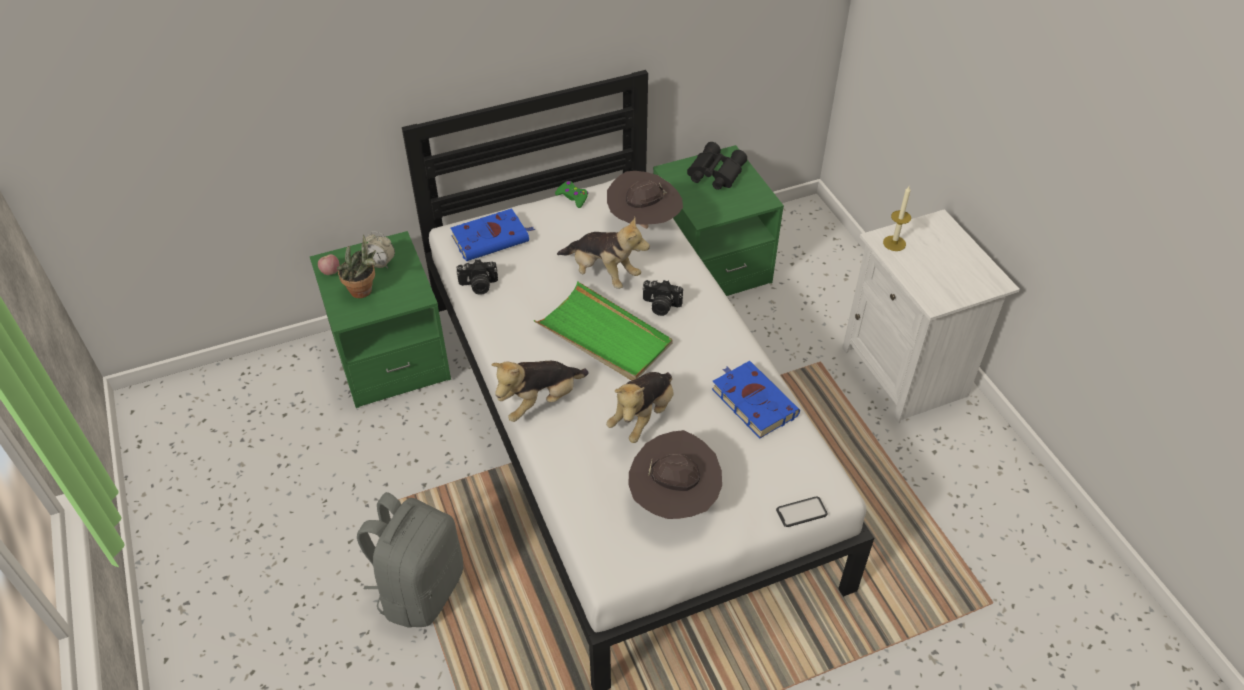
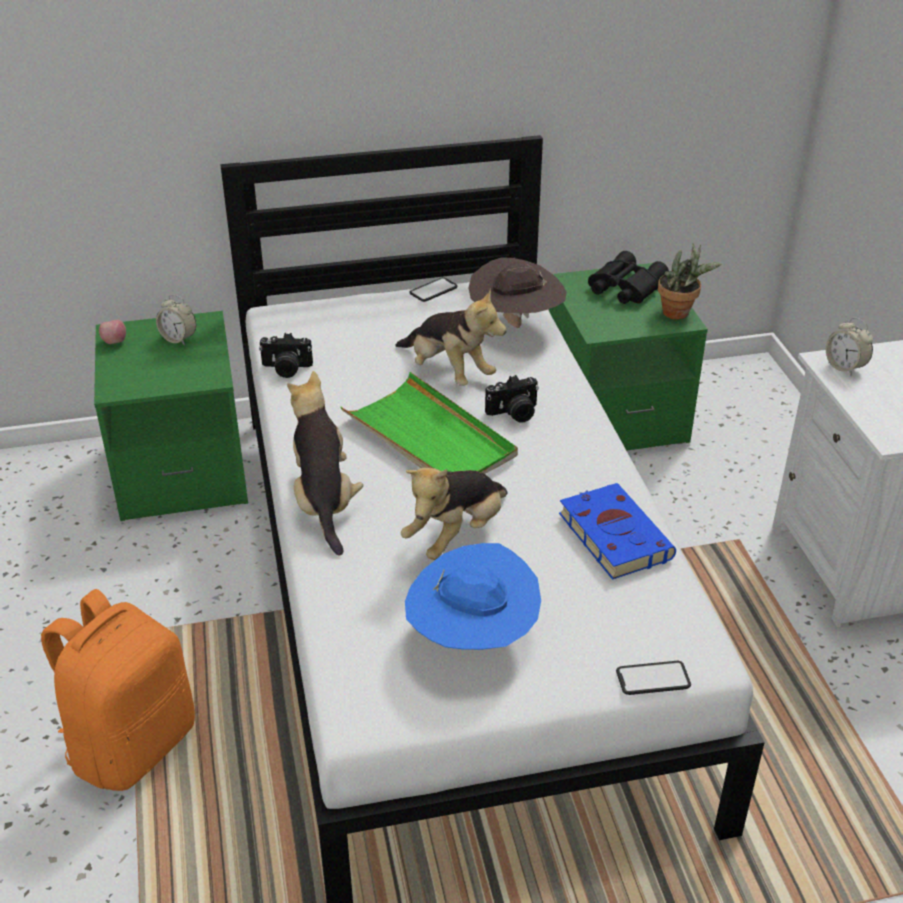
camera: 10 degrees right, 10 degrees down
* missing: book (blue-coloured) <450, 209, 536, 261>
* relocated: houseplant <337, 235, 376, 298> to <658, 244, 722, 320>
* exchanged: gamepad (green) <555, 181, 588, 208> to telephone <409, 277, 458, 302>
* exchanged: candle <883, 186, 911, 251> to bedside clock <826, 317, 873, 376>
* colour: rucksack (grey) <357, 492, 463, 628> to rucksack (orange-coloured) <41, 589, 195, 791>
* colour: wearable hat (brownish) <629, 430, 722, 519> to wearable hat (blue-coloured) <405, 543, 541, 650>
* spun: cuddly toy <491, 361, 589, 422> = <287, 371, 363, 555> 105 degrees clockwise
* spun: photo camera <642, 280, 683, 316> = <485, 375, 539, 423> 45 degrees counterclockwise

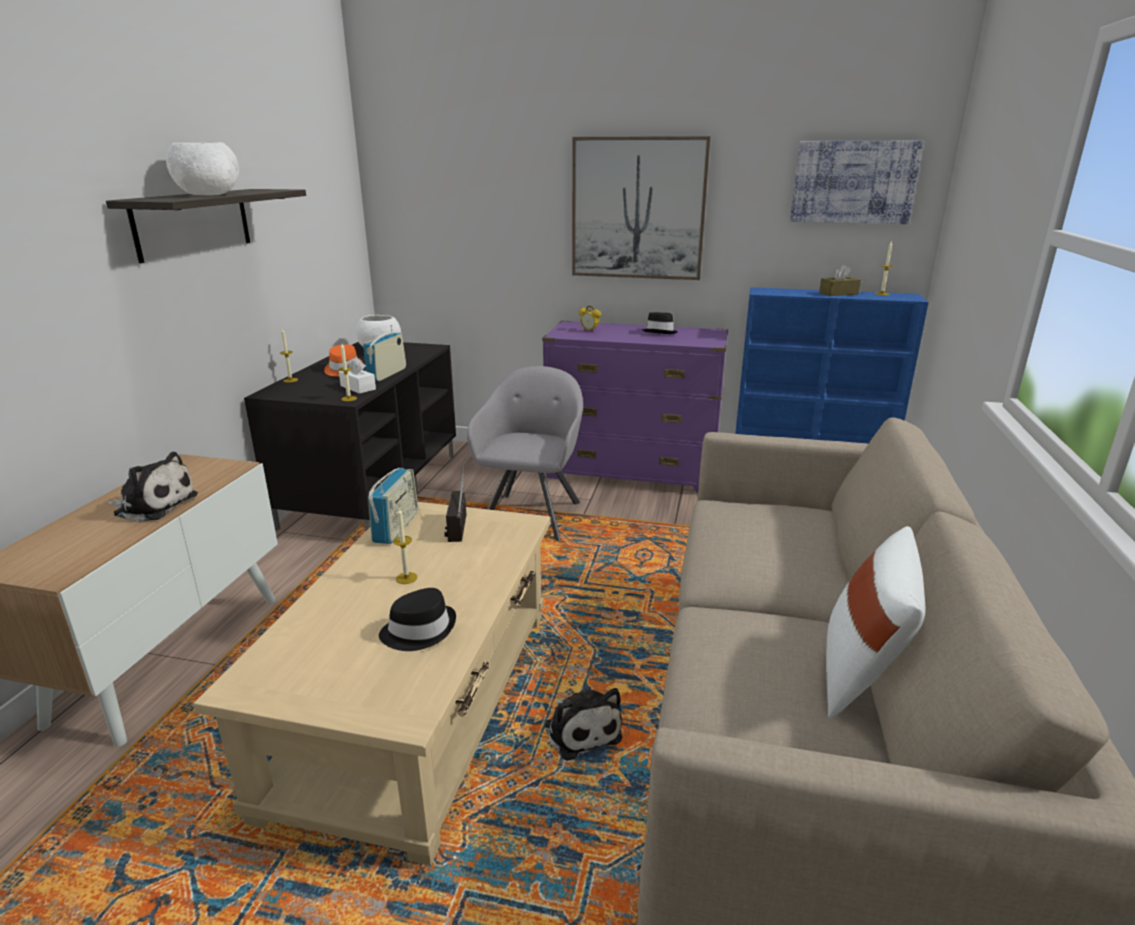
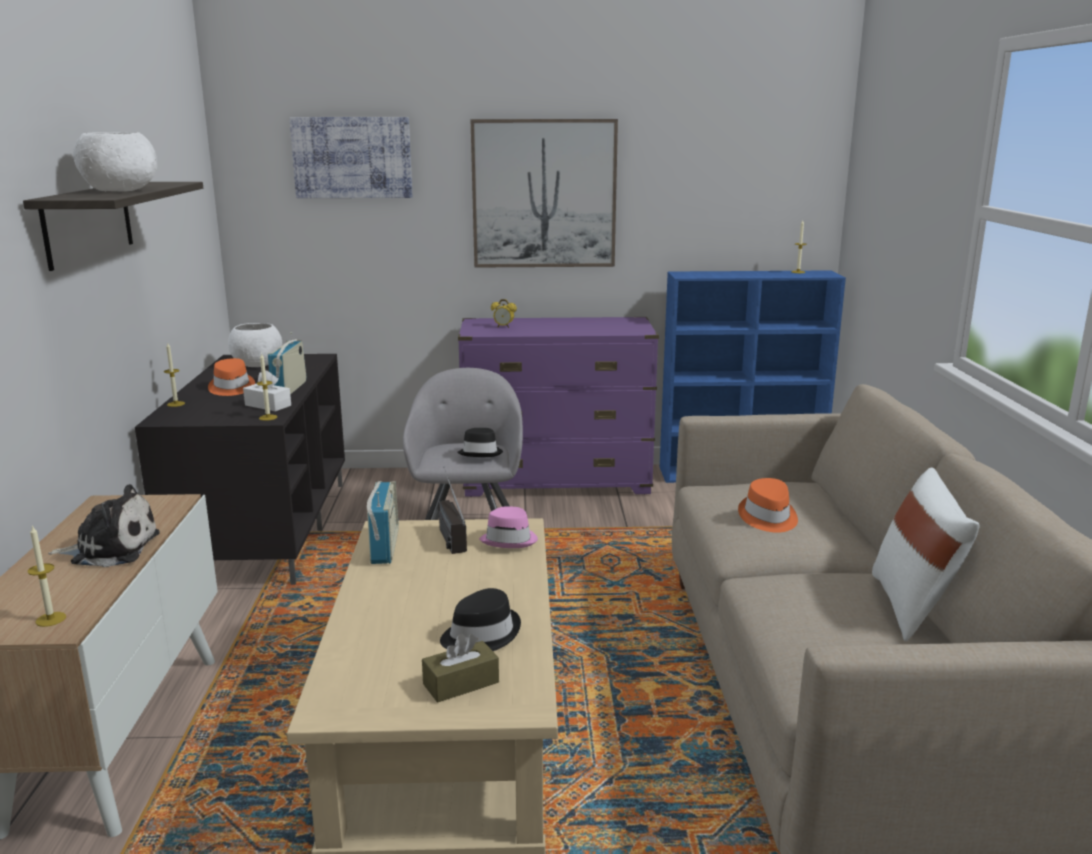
camera: 15 degrees left, 5 degrees down
* missing: cuddly toy <544, 688, 622, 761>
* appeared: wearable hat (pinkish) <479, 506, 538, 548>
* appeared: wearable hat (orange-coloured) <738, 478, 798, 533>
* relocated: candle <393, 508, 417, 584> to <28, 525, 66, 627>
* relocated: wearable hat (blackish) <642, 312, 678, 334> to <457, 428, 503, 457>
* relocated: wall art <790, 141, 924, 224> to <289, 117, 412, 198>
* relocated: tissue box (brownish) <819, 264, 861, 296> to <422, 634, 499, 703>

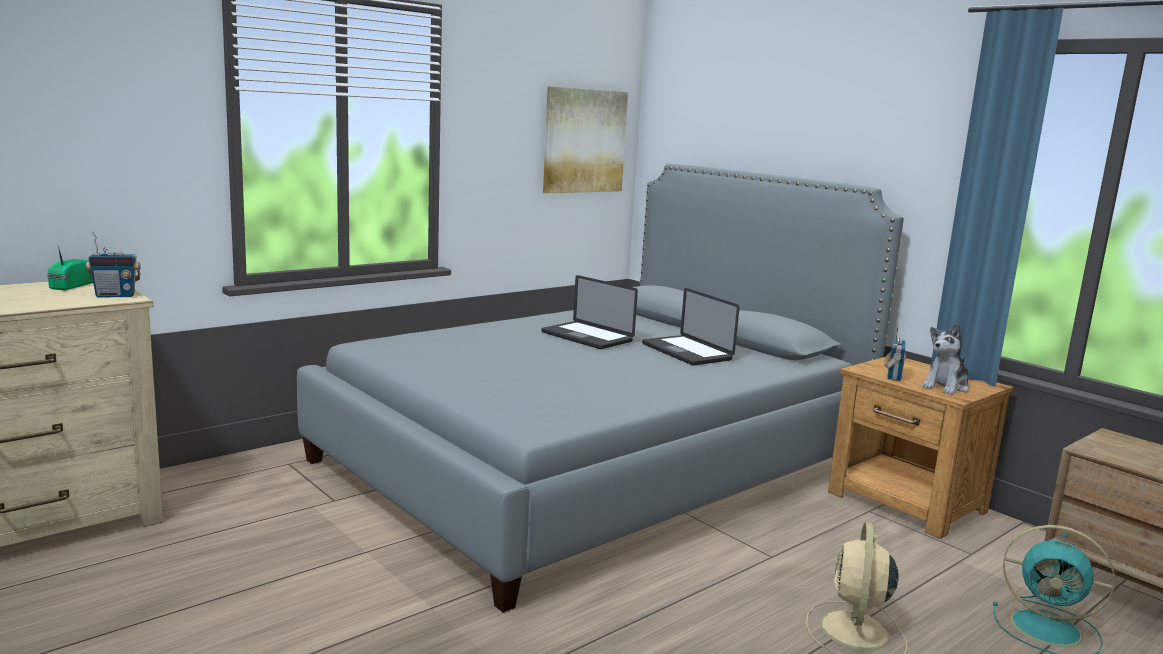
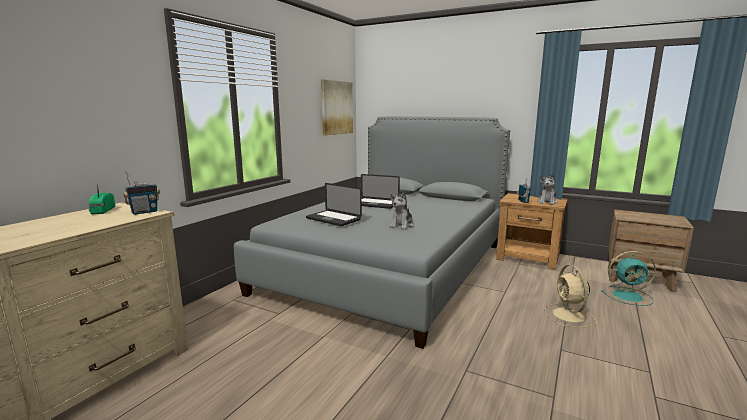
camera: 20 degrees left, 0 degrees up
* appeared: cuddly toy <390, 191, 414, 230>
* relocated: laptop <642, 288, 739, 365> to <306, 183, 362, 226>

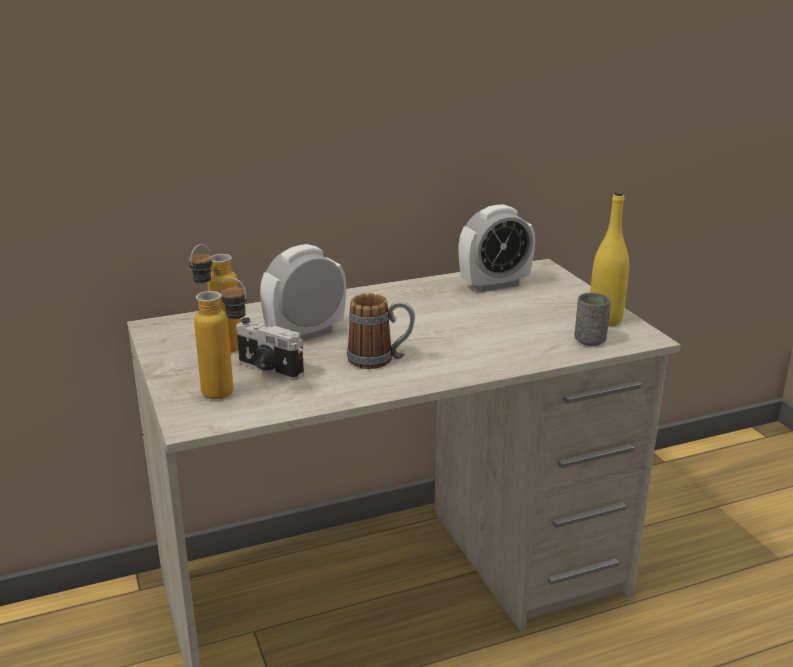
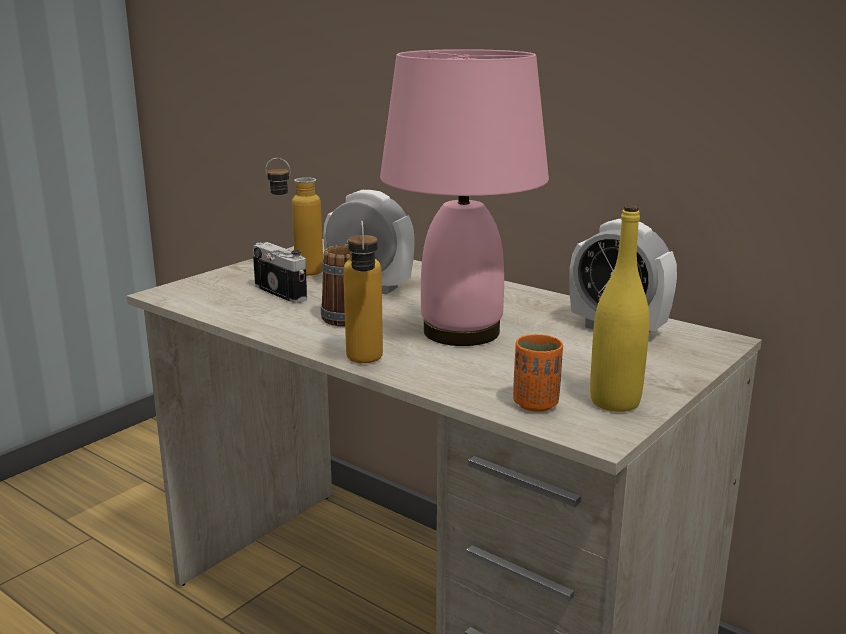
camera: 60 degrees right, 5 degrees down
* appeared: tabletop lamp (pinkish) <380, 49, 549, 346>
* relocated: beverage bottle <194, 277, 247, 399> to <343, 221, 383, 363>
* colour: cup (grey) <574, 293, 611, 346> to cup (orange-coloured) <513, 334, 563, 412>
* spun: photo camera <236, 317, 304, 380> = <253, 242, 307, 303> 135 degrees clockwise

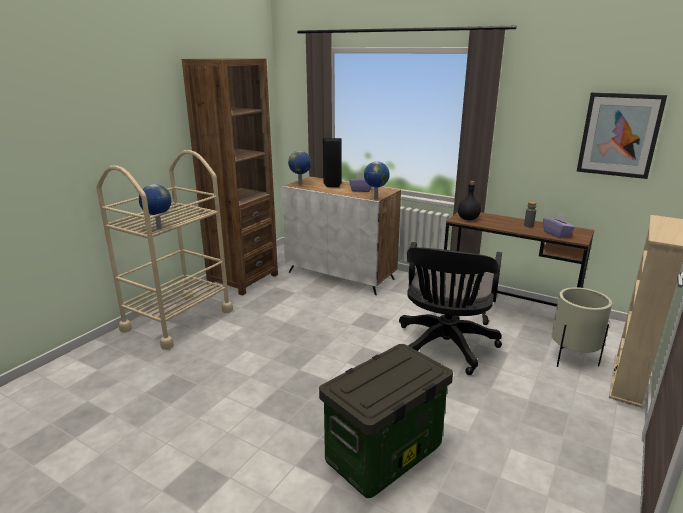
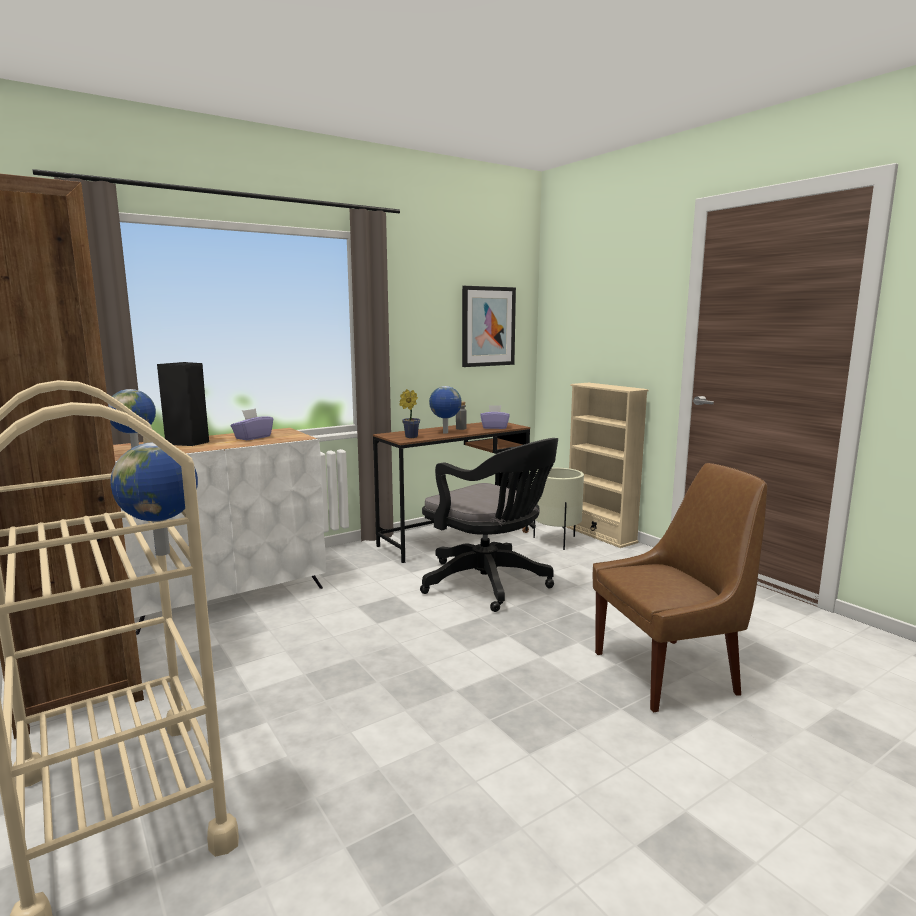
camera: 65 degrees left, 10 degrees down
* relocated: desk globe <364, 161, 390, 199> to <429, 386, 462, 434>
* exchanged: storage container <319, 344, 453, 498> to chair (brownish) <593, 463, 767, 713>
* exchanged: beverage bottle (blackish) <458, 181, 481, 220> to houseplant <399, 389, 420, 438>

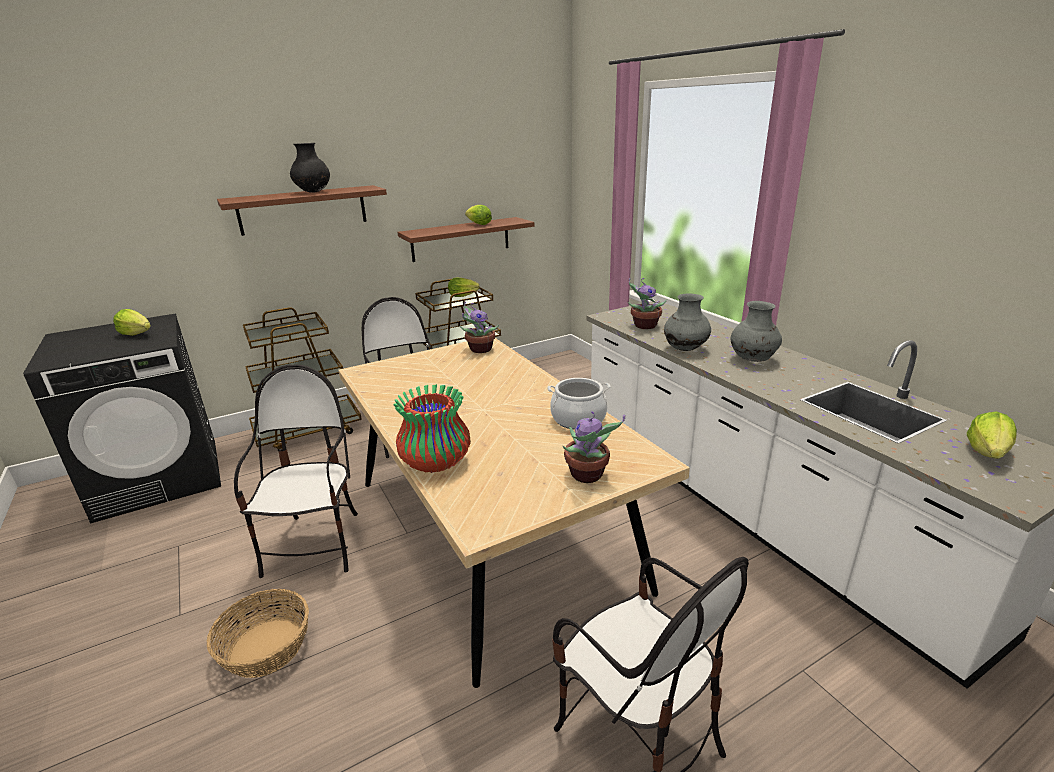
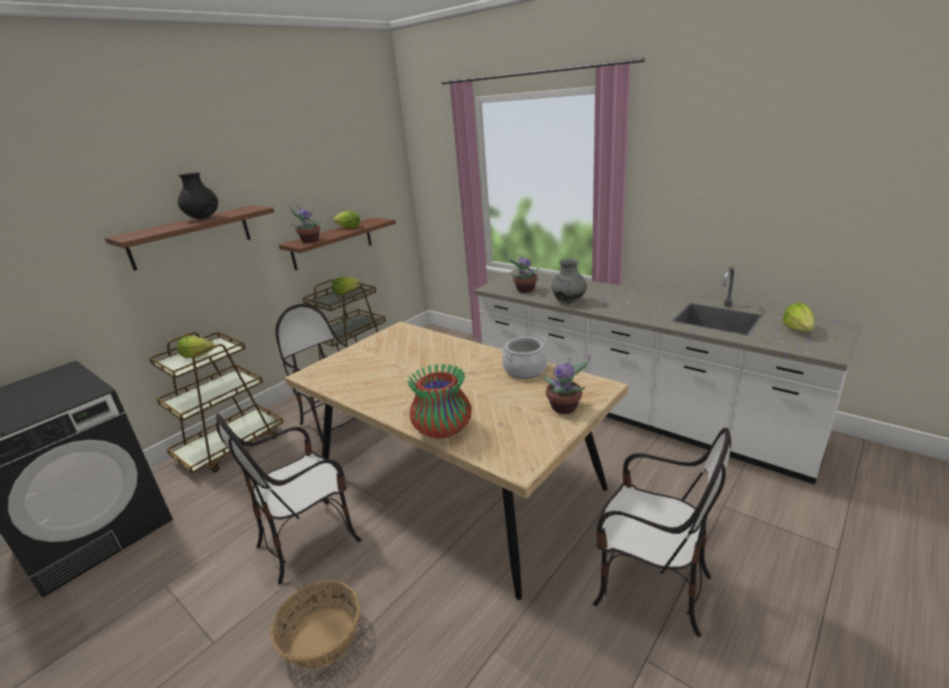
camera: 20 degrees left, 0 degrees up
* missing: flower vase (grey) <731, 301, 782, 362>
* relocated: lettuce head <113, 309, 151, 336> to <177, 336, 215, 358>
* relocated: houseplant <459, 302, 500, 353> to <290, 204, 322, 243>
* spun: chair <234, 364, 358, 578> = <216, 414, 362, 584> 105 degrees counterclockwise

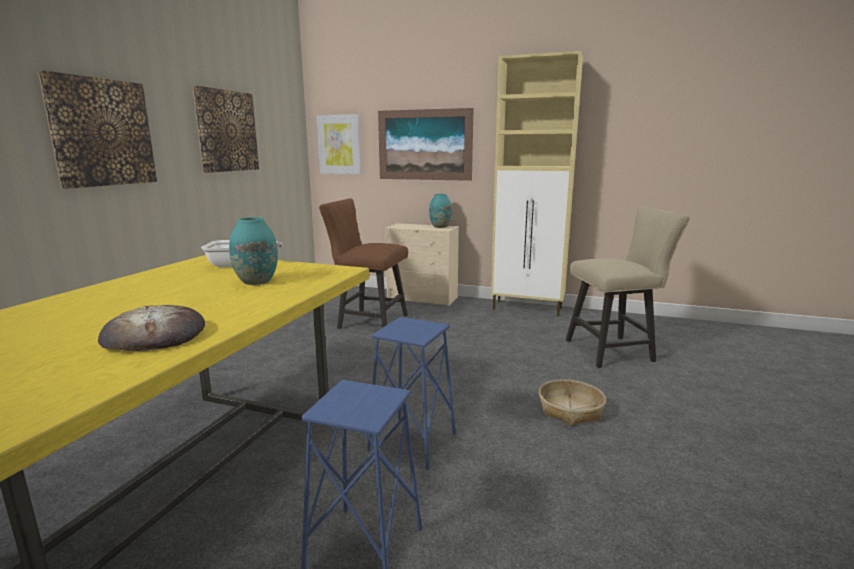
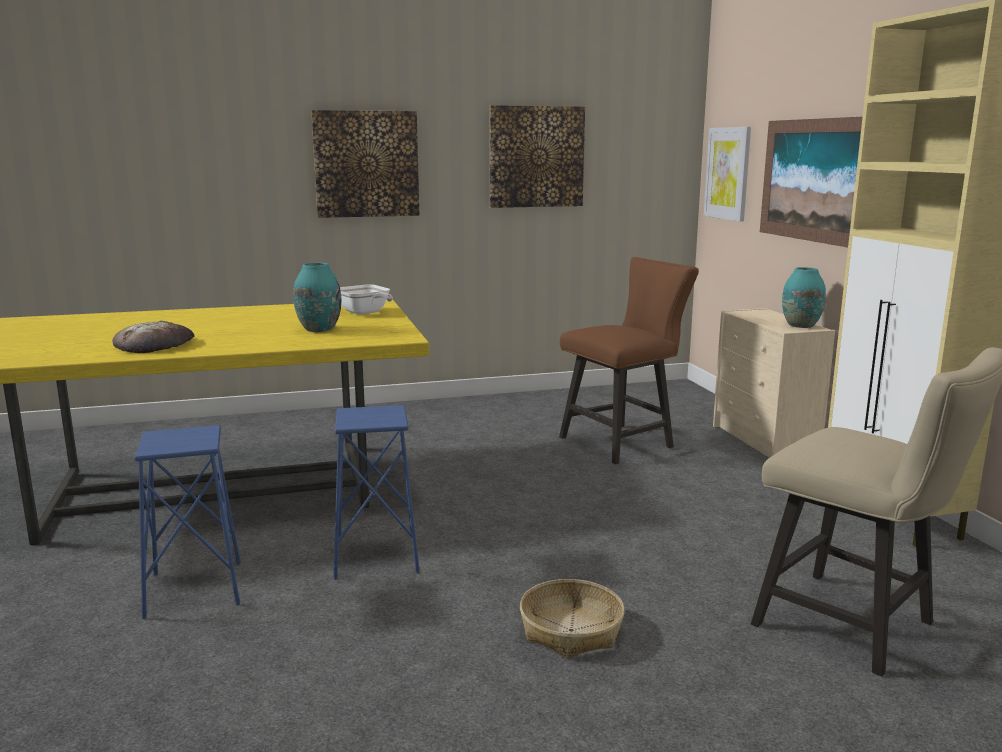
camera: 55 degrees right, 0 degrees up
* spun: chair (brownish) <319, 198, 408, 329> = <559, 257, 699, 464> 75 degrees clockwise

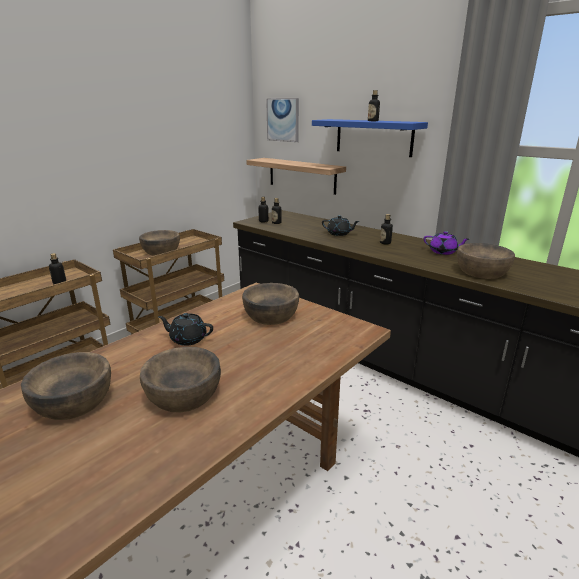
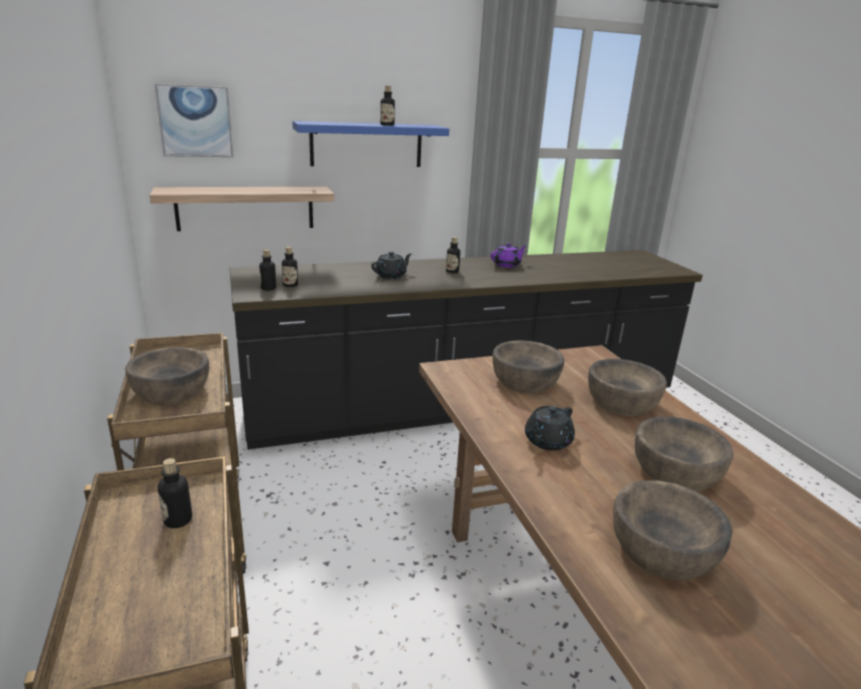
camera: 60 degrees left, 0 degrees up
* relocated: deep dish (brownish) <457, 243, 515, 279> to <588, 359, 667, 416>

